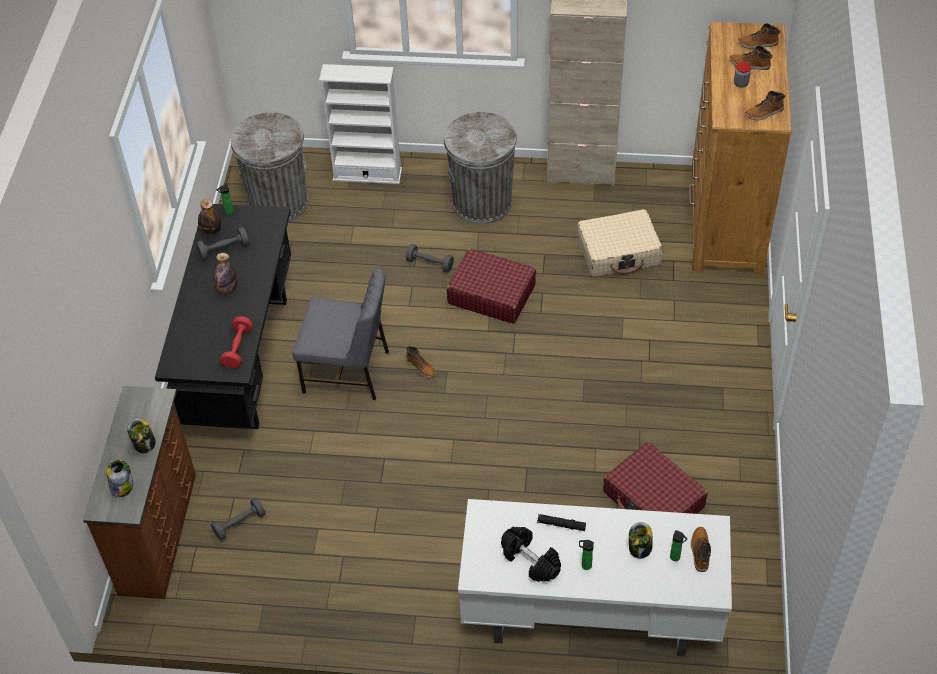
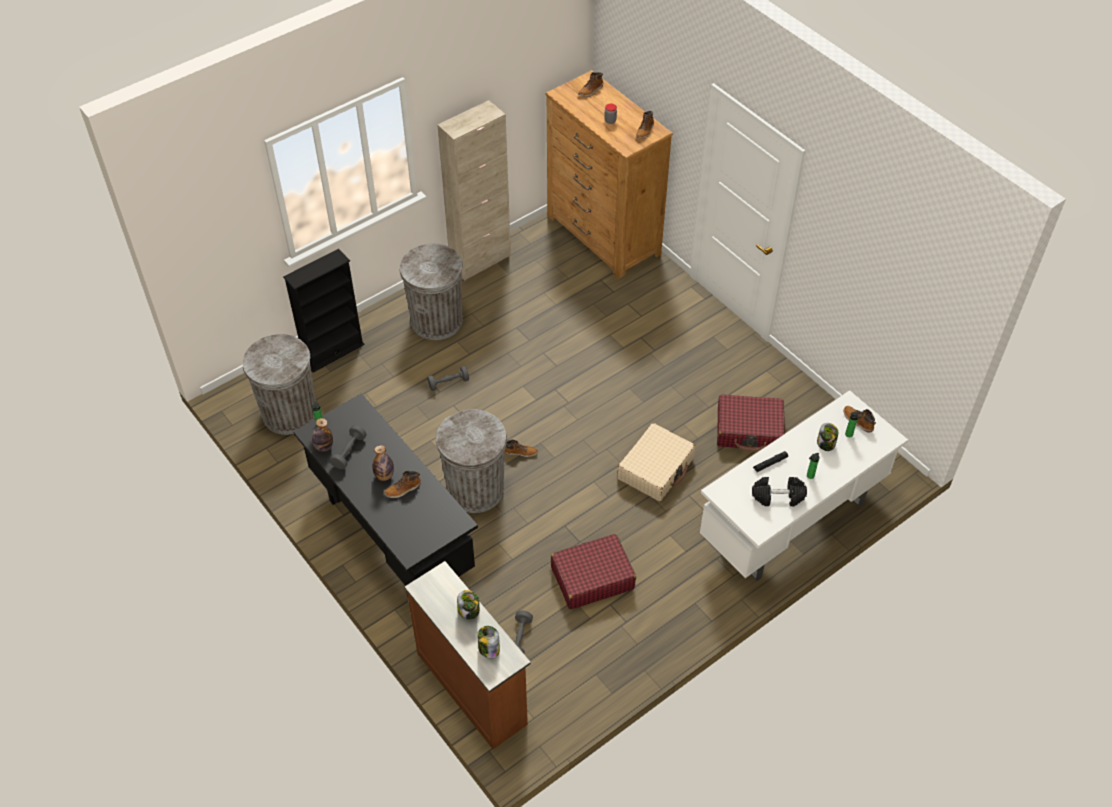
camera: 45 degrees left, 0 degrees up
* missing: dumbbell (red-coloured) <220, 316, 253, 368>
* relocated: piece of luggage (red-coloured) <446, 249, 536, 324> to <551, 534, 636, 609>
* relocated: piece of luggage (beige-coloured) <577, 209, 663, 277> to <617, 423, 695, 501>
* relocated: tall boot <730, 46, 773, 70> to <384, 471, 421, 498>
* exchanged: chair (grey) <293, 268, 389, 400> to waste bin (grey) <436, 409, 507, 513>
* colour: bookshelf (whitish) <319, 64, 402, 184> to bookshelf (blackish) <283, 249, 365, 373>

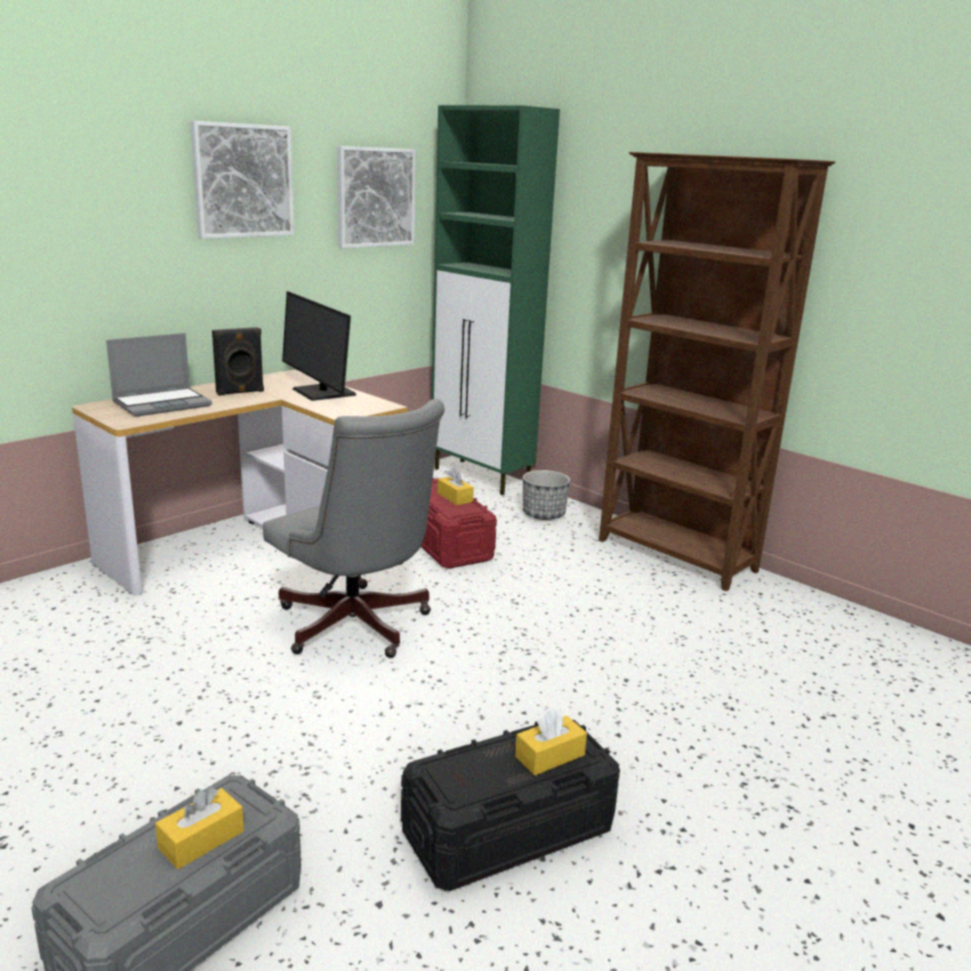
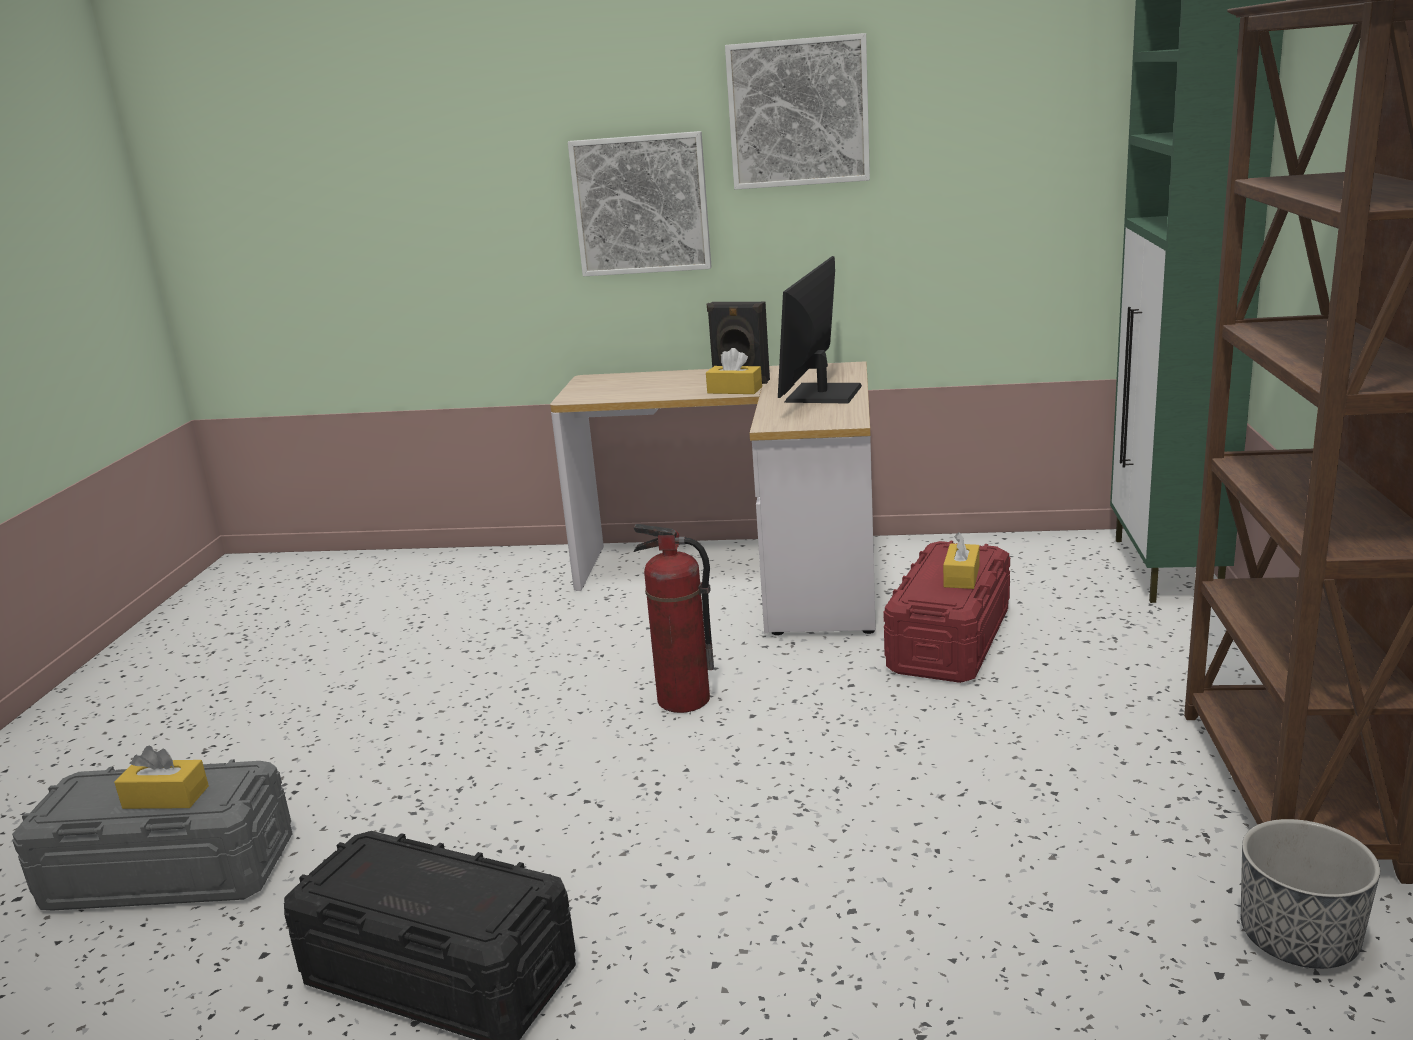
camera: 55 degrees right, 0 degrees up
* missing: laptop <106, 333, 212, 417>
* relocated: wall art <337, 146, 416, 249> to <568, 131, 711, 277>
* relocated: tissue box (yellow-coloured) <515, 708, 587, 776> to <706, 348, 762, 394>
* relocated: plant pot <523, 470, 570, 520> to <1241, 819, 1380, 969>
* exchanged: desk chair (grey) <263, 399, 445, 658> to fire extinguisher <634, 524, 714, 713>

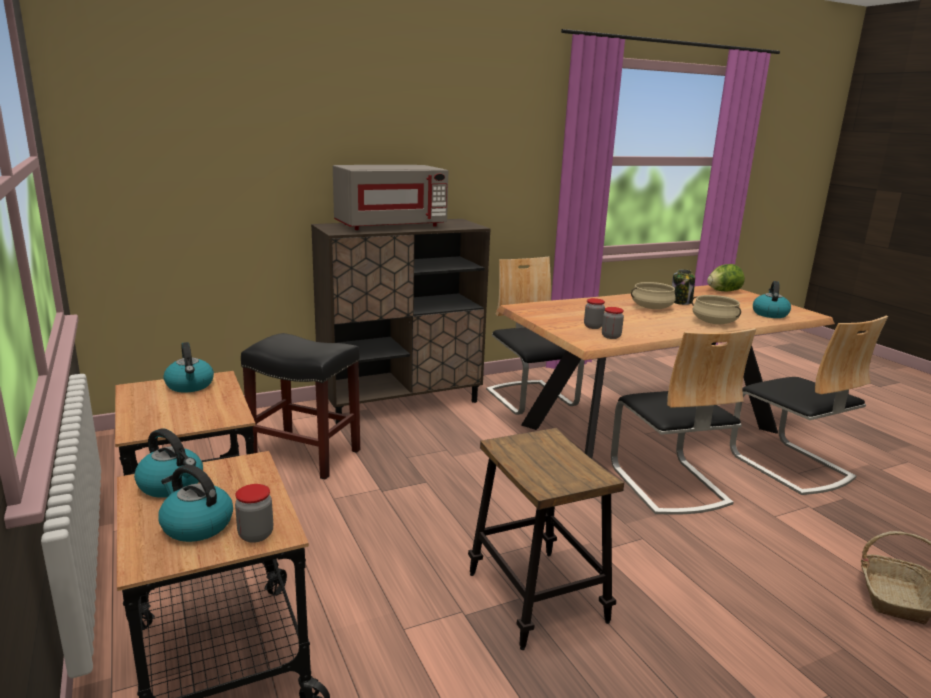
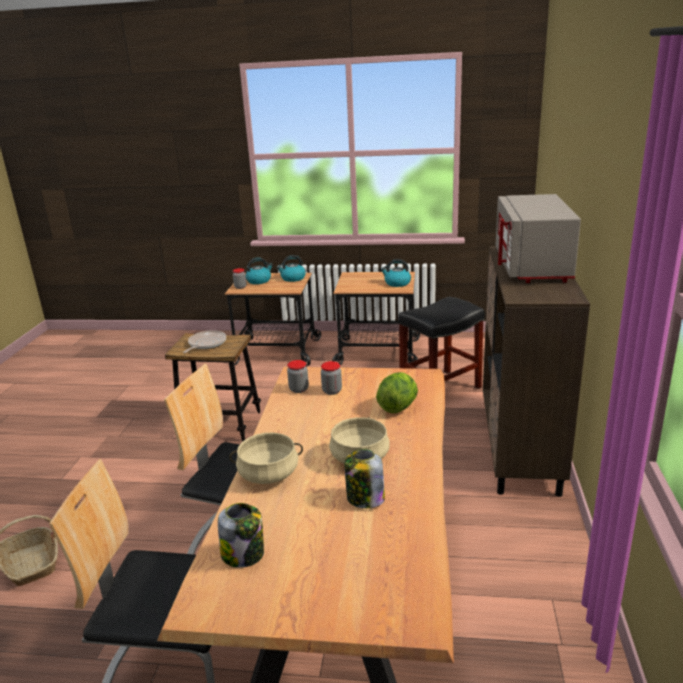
camera: 125 degrees right, 5 degrees up
* missing: chair <486, 257, 585, 415>
* appeared: frying pan <183, 330, 226, 353>
* relocated: lettuce head <707, 264, 745, 291> to <376, 372, 418, 413>
* exchanged: kettle <753, 281, 791, 318> to storage jar <218, 503, 264, 568>

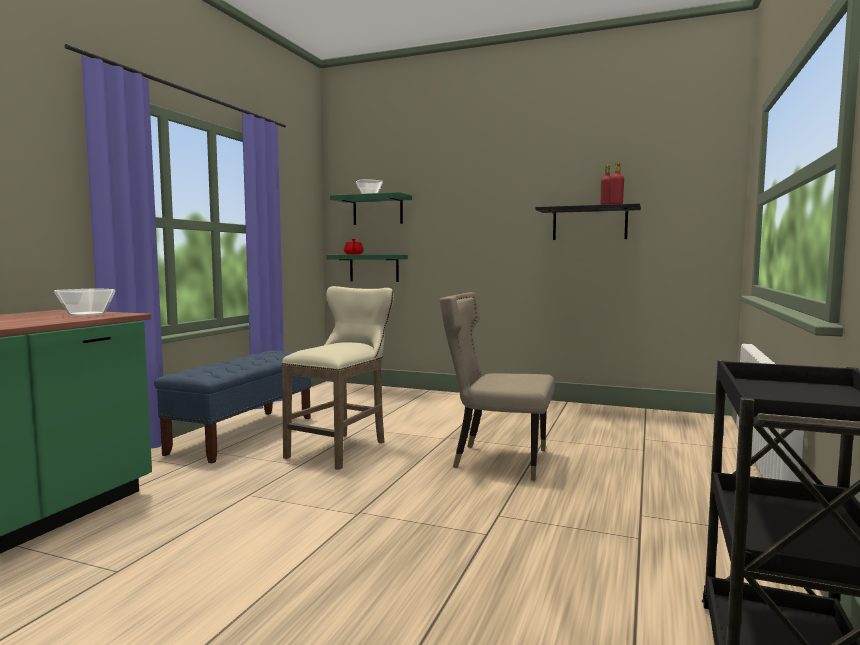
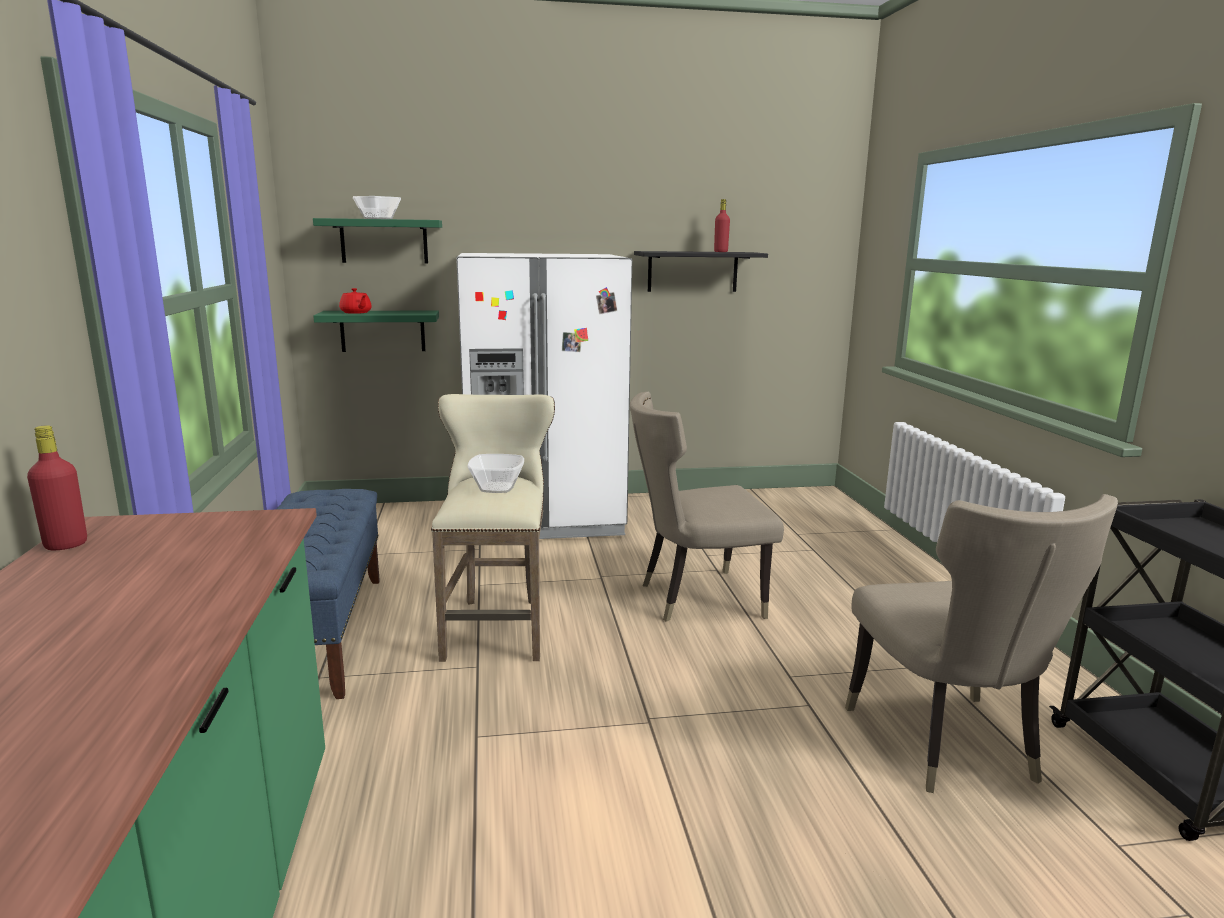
camera: 30 degrees left, 10 degrees up
* appeared: fridge (whitish) <456, 253, 632, 539>
* appeared: chair (beige-coloured) <845, 494, 1118, 793>
* relocated: deep dish <54, 288, 116, 316> to <467, 454, 524, 493>
* relocated: beverage bottle (red-coloured) <610, 162, 624, 204> to <27, 425, 87, 550>

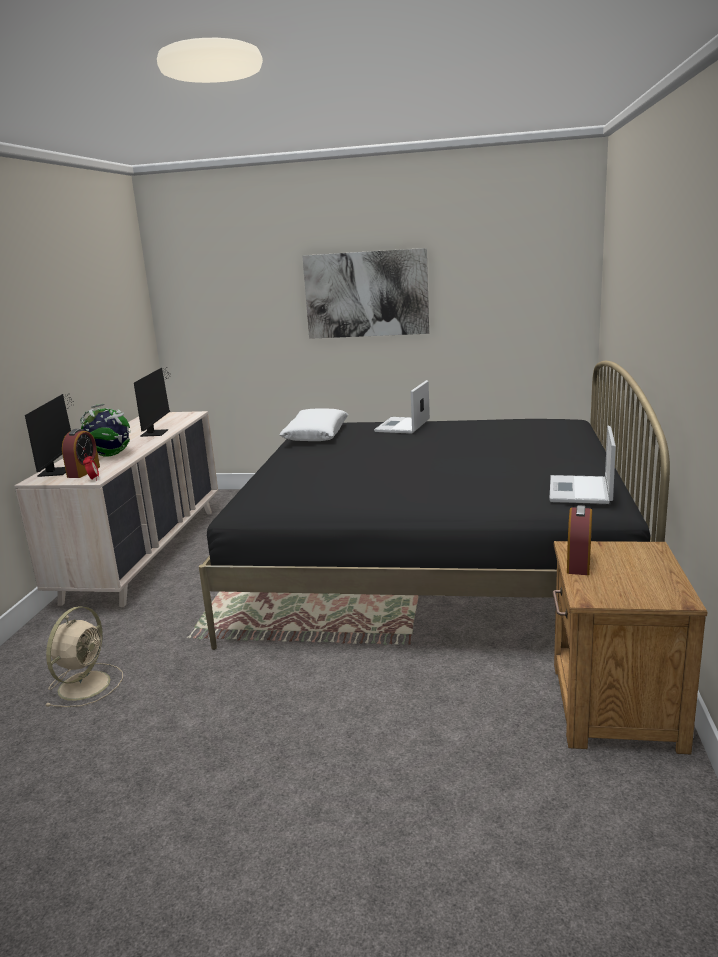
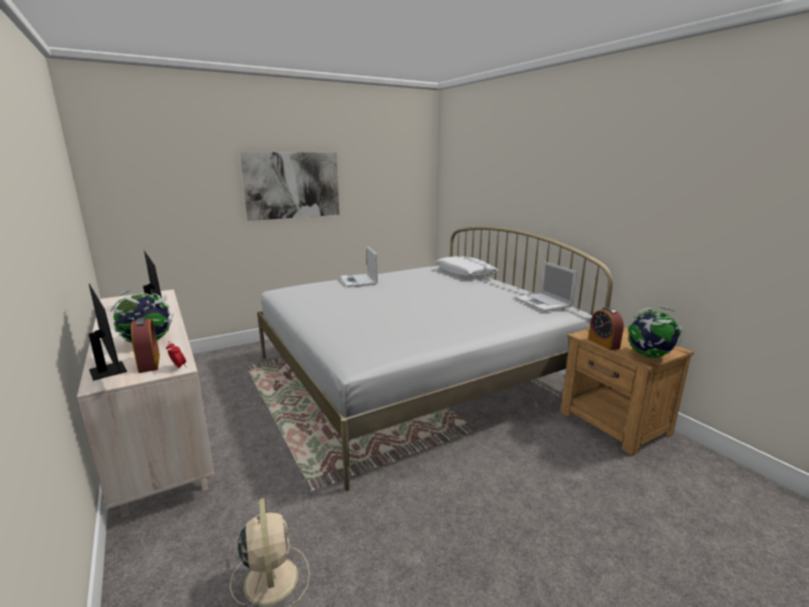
camera: 40 degrees left, 0 degrees up
* appeared: desk globe <628, 307, 683, 358>
* relocated: pillow (whitish) <279, 409, 348, 441> to <436, 256, 498, 277>
* colour: bed (blackish) <199, 361, 670, 650> to bed (whitish) <257, 226, 613, 491>

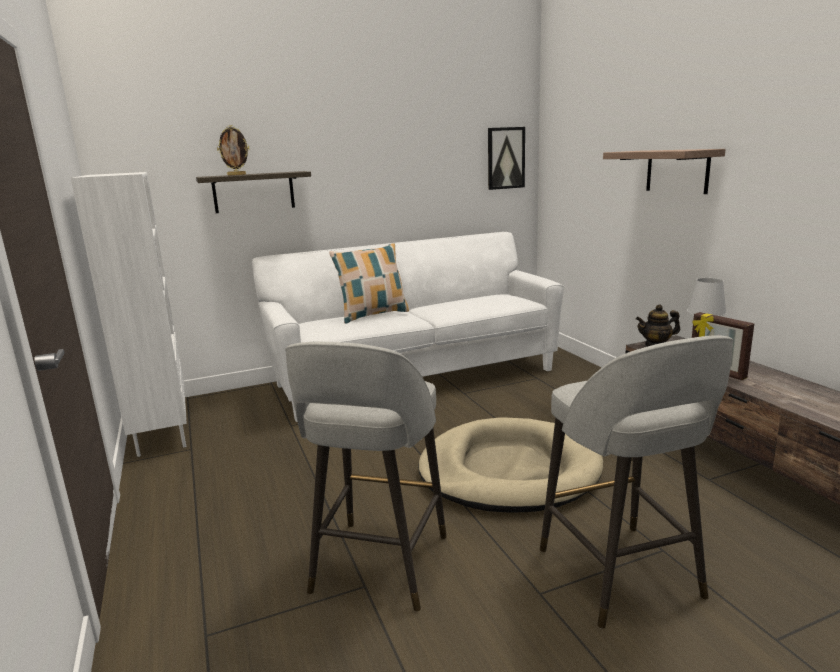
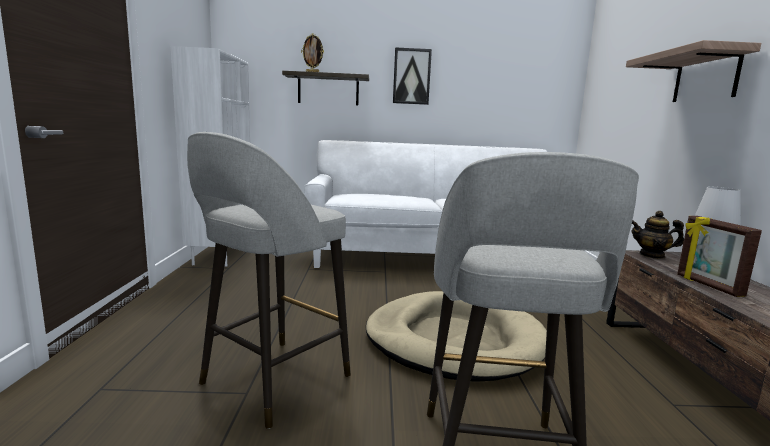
camera: 20 degrees right, 5 degrees down
* missing: pillow <330, 243, 409, 324>
* relocated: wall art <488, 127, 525, 190> to <393, 47, 432, 105>

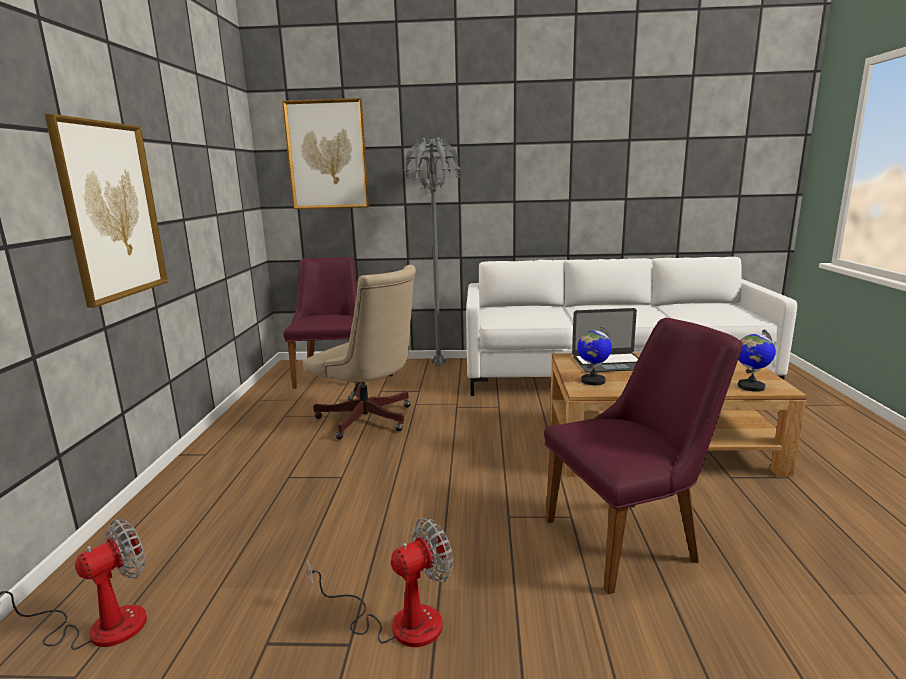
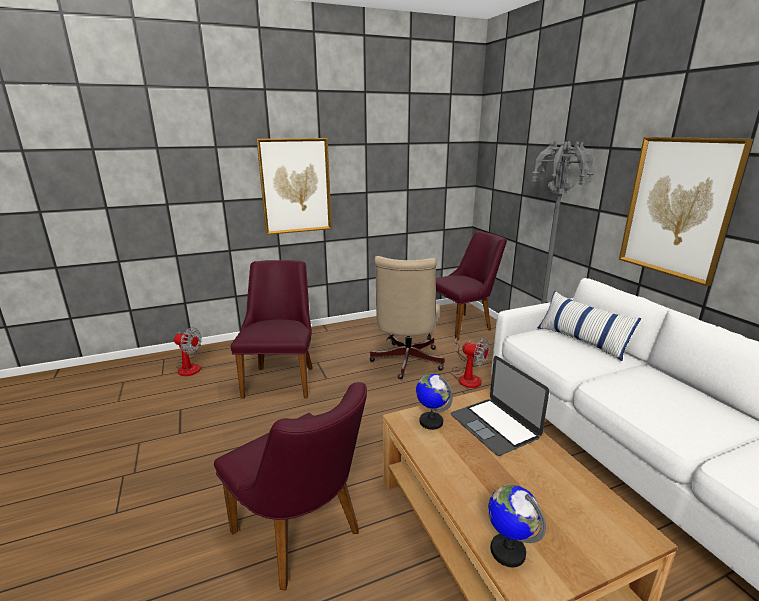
camera: 65 degrees right, 5 degrees up
* appeared: chair (purple-coloured) <231, 260, 313, 398>
* appeared: pillow <538, 291, 641, 361>
* relocated: wall art <282, 98, 369, 209> to <619, 137, 753, 286>
* relocated: cooling fan <306, 518, 453, 647> to <452, 338, 489, 388>

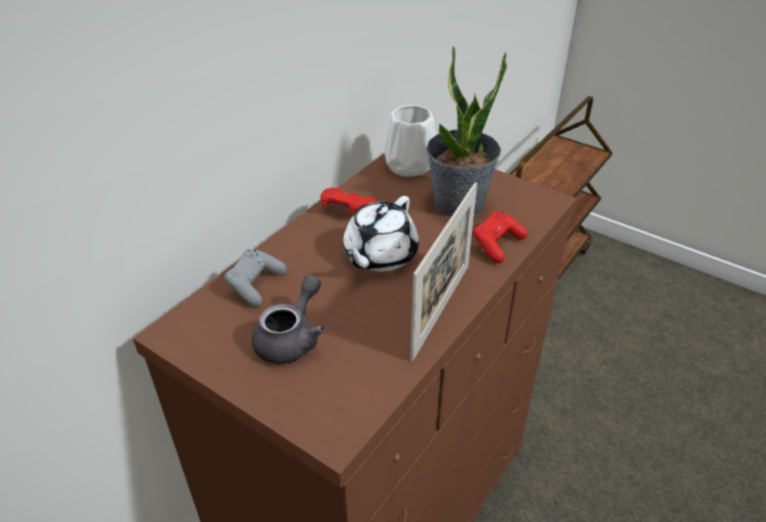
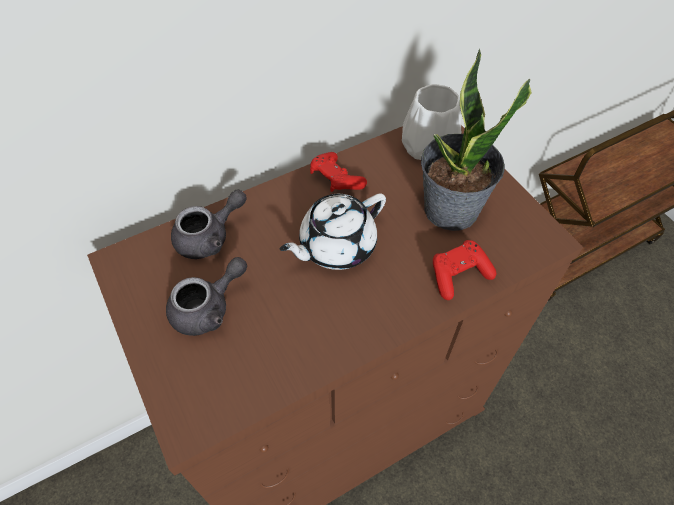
camera: 25 degrees right, 15 degrees up
* missing: picture frame <410, 182, 477, 361>
* exchanged: gamepad (grey) <224, 249, 287, 307> to tea pot (grey) <171, 190, 247, 259>

